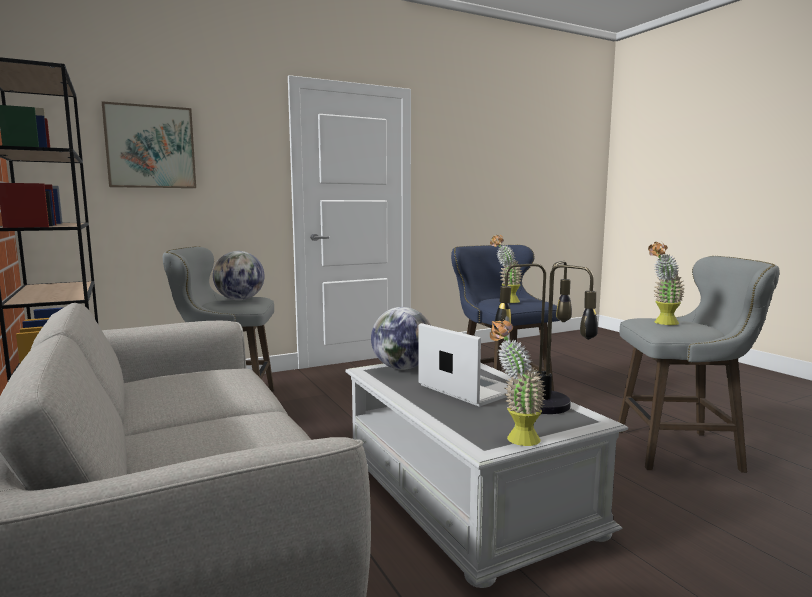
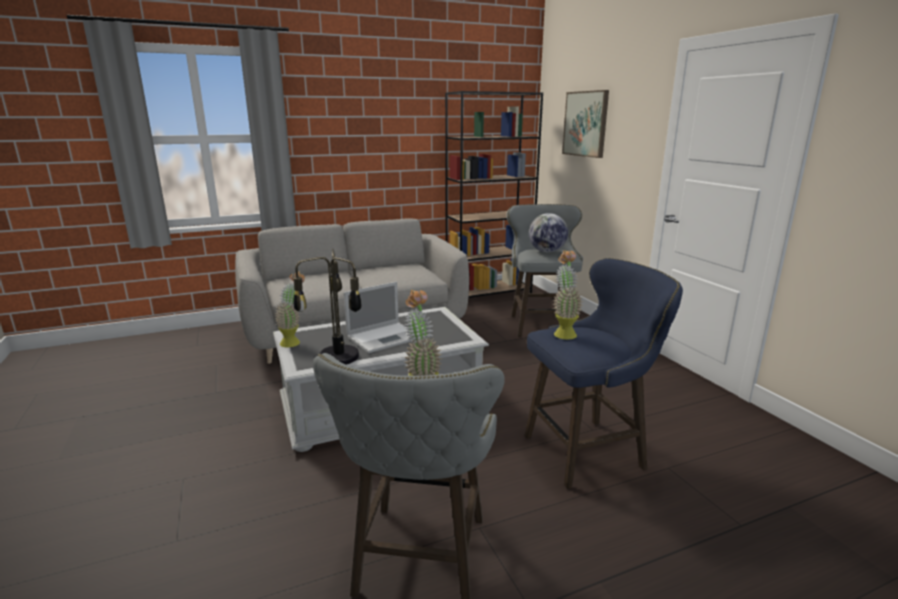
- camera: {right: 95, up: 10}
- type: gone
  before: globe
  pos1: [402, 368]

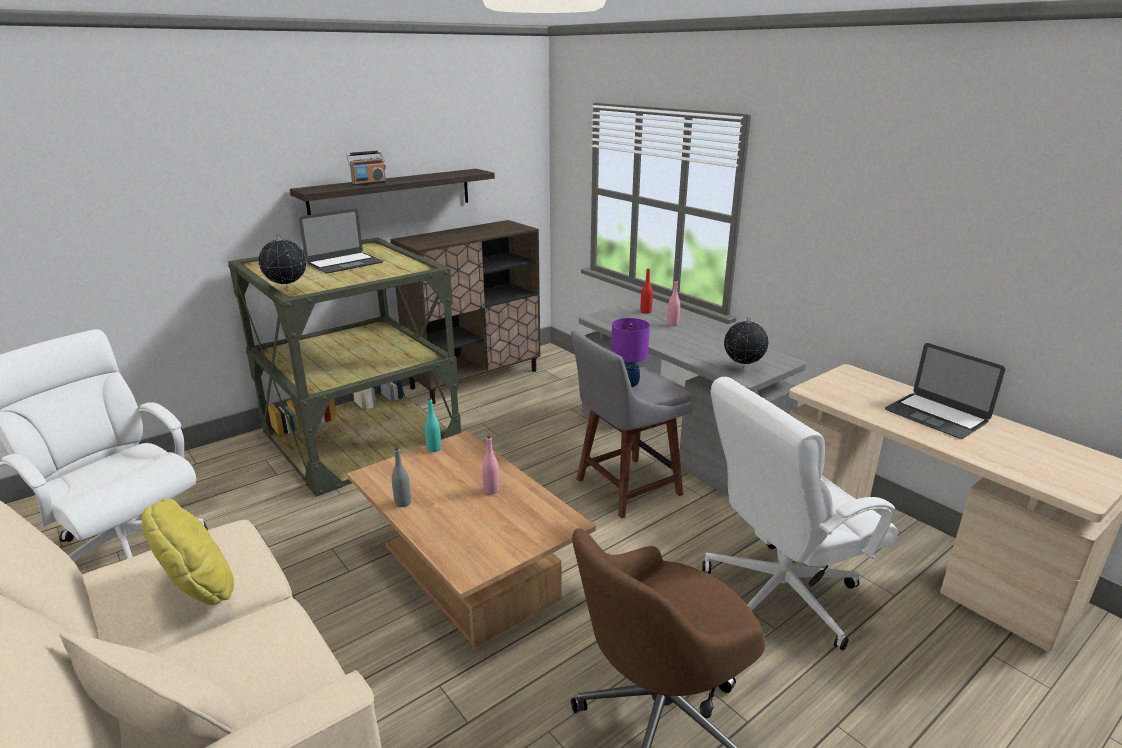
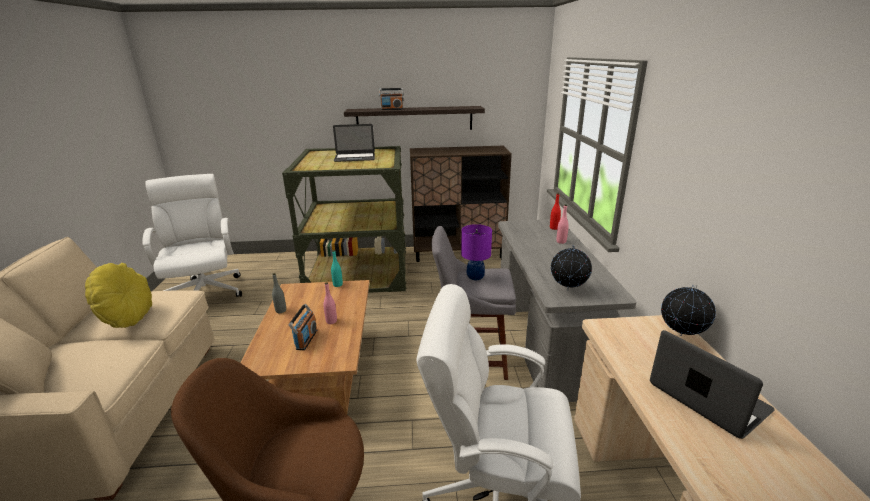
- camera: {right: 35, up: 0}
- type: new
  after: radio
  pos2: [306, 339]
- type: rotated
  before: notebook computer
  pos1: [936, 415]
  pos2: [708, 397]
  turn: 150
- type: shifted
  before: globe
  pos1: [287, 289]
  pos2: [681, 336]

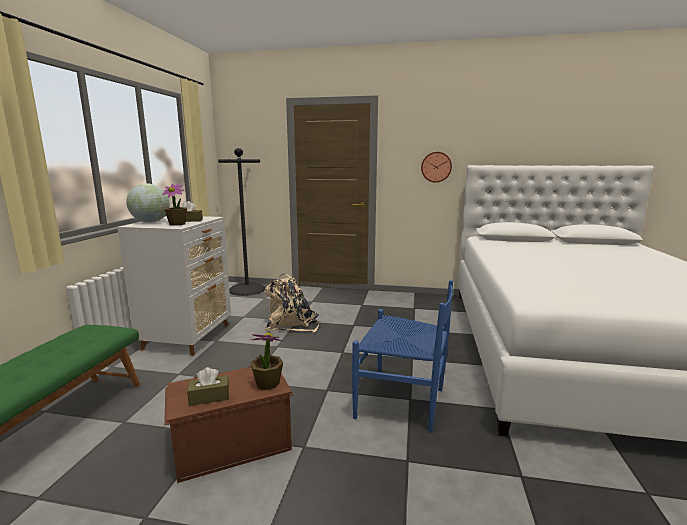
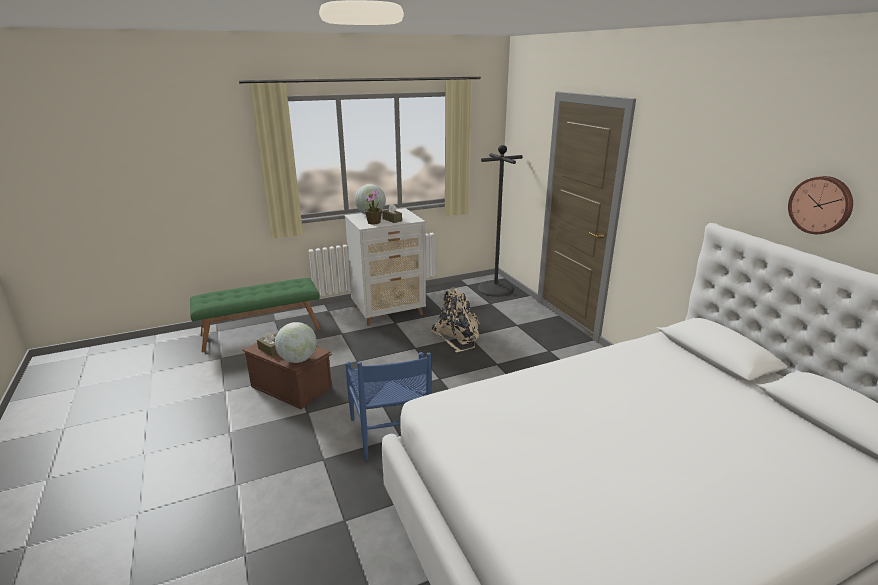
- camera: {right: 55, up: 10}
- type: swapped
  before: potted plant
  after: globe
  pos1: [267, 383]
  pos2: [298, 360]
- type: shifted
  before: hanging clock
  pos1: [436, 167]
  pos2: [821, 205]

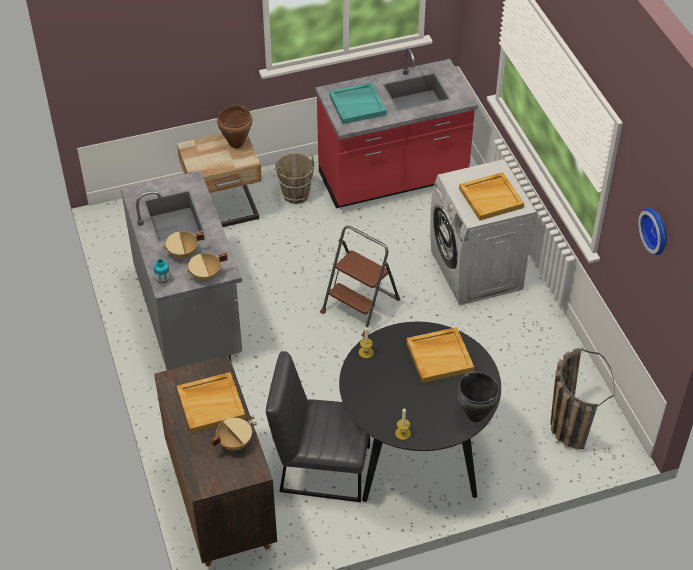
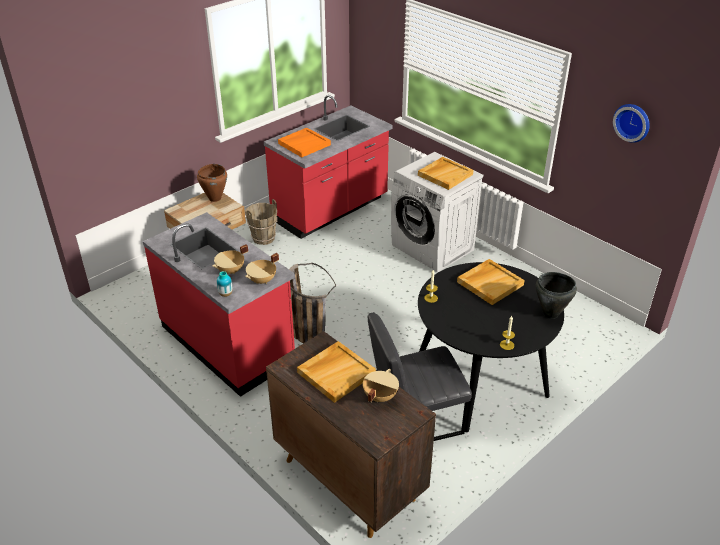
- camera: {right: -25, up: -10}
- type: repainted
  before: kitchen counter in gray
  after: kitchen counter in red
  pos1: [190, 314]
  pos2: [228, 343]
- type: repainted
  before: tray in turquoise-coloured
  after: tray in orange-coloured
  pos1: [357, 105]
  pos2: [304, 144]
- type: shifted
  before: basket
  pos1: [567, 420]
  pos2: [304, 328]
- type: gone
  before: step ladder in brown
  pos1: [362, 304]

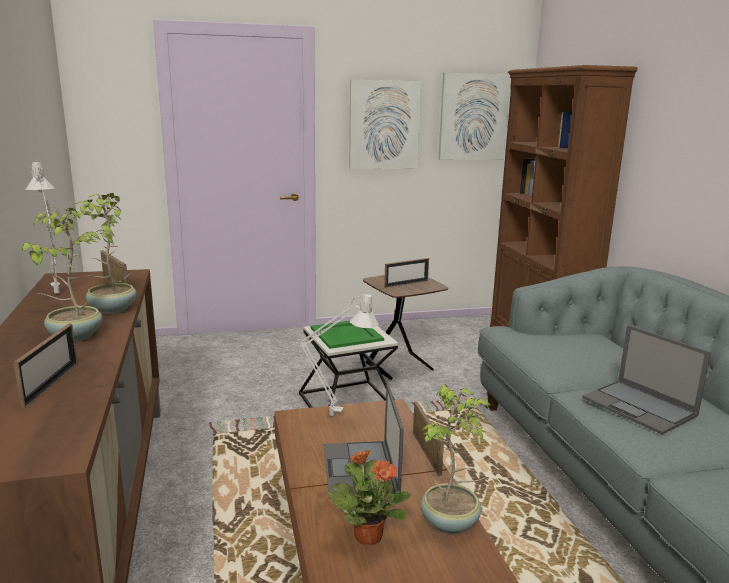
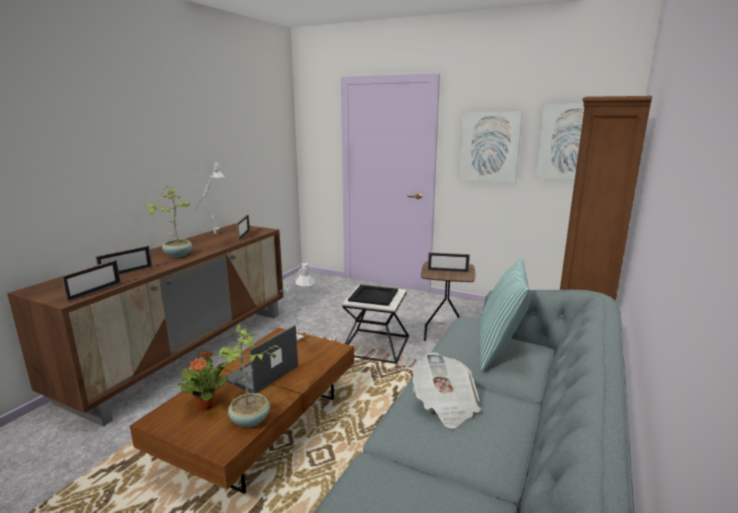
- camera: {right: 40, up: 0}
- type: shifted
  before: standing frame
  pos1: [426, 453]
  pos2: [94, 291]
- type: repainted
  before: tray in green
  after: tray in blackish
  pos1: [346, 334]
  pos2: [374, 295]
- type: swapped
  before: notebook computer
  after: daily paper
  pos1: [640, 407]
  pos2: [444, 405]
- type: new
  after: cushion
  pos2: [499, 349]
- type: gone
  before: potted plant
  pos1: [111, 310]

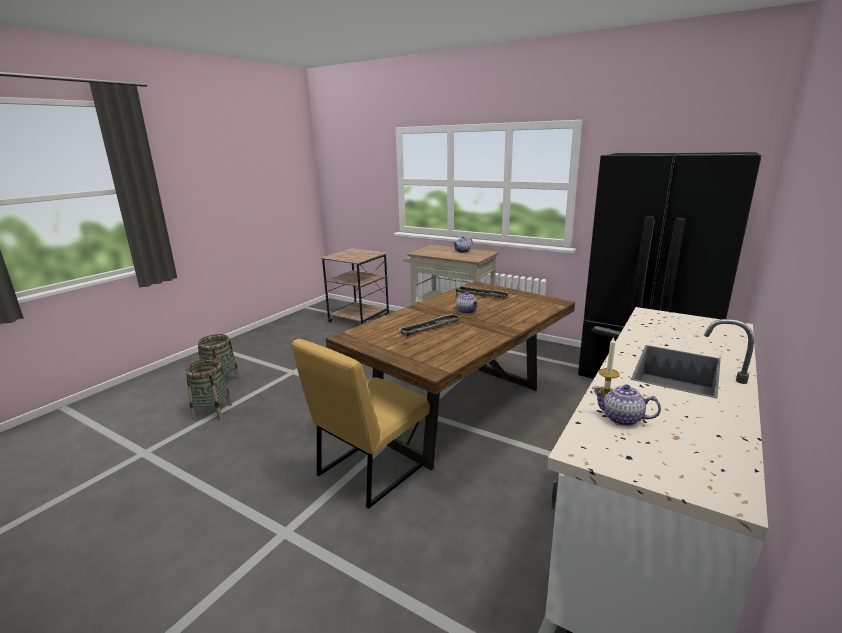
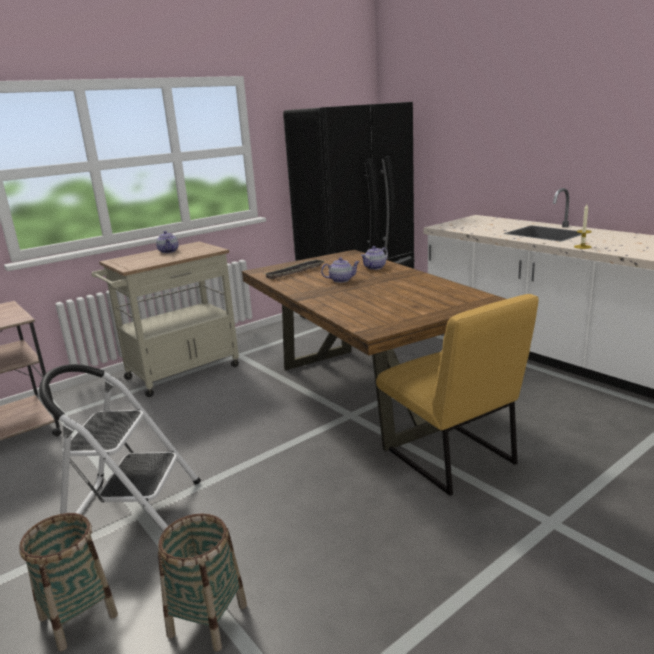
- camera: {right: -70, up: 0}
- type: new
  after: step ladder
  pos2: [129, 509]
- type: shifted
  before: pot for tea
  pos1: [621, 418]
  pos2: [375, 267]
- type: gone
  before: tray
  pos1: [430, 328]

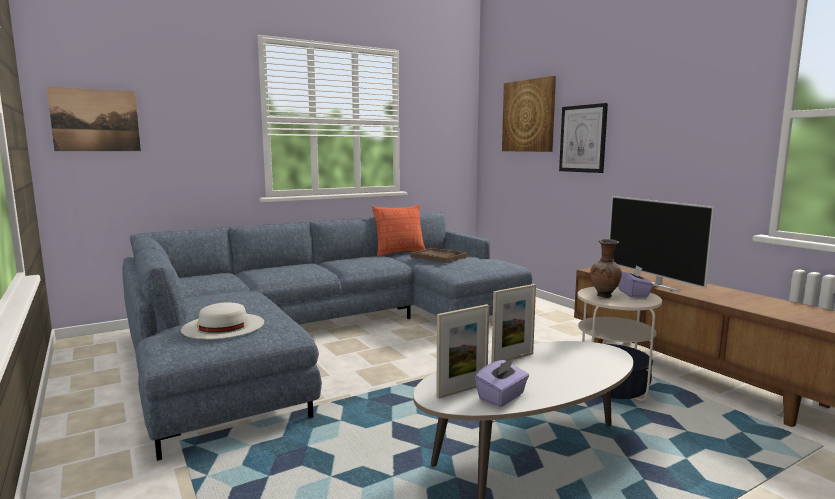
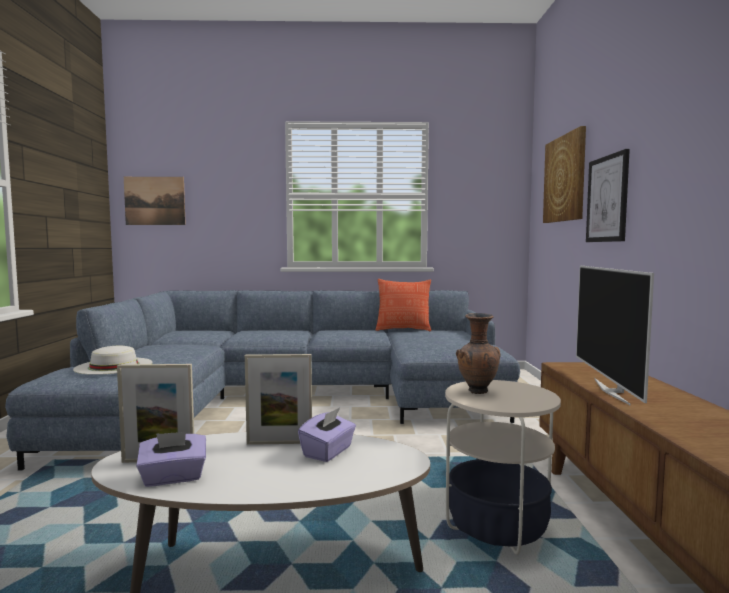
- camera: {right: 30, up: -5}
- type: shifted
  before: tissue box in purple-coloured
  pos1: [633, 293]
  pos2: [328, 452]
- type: gone
  before: tray in brown
  pos1: [438, 257]

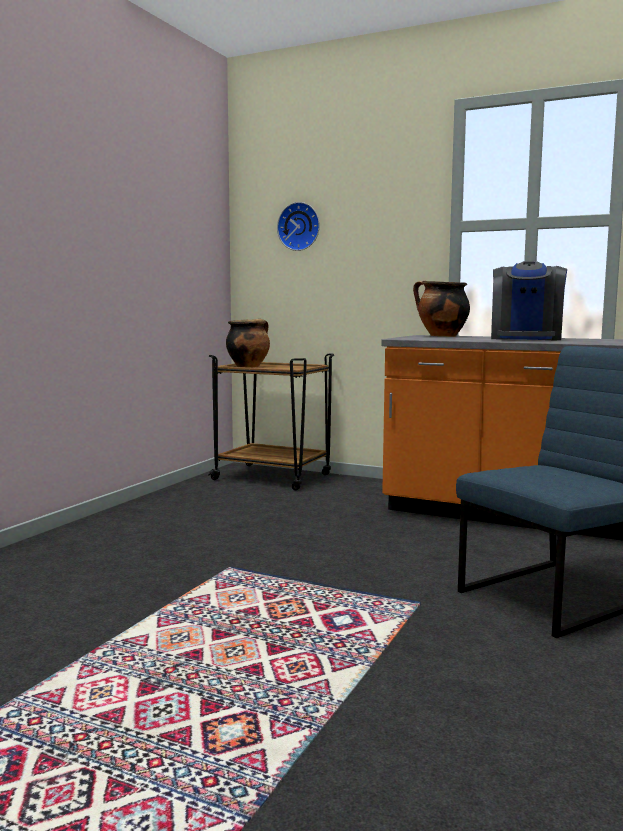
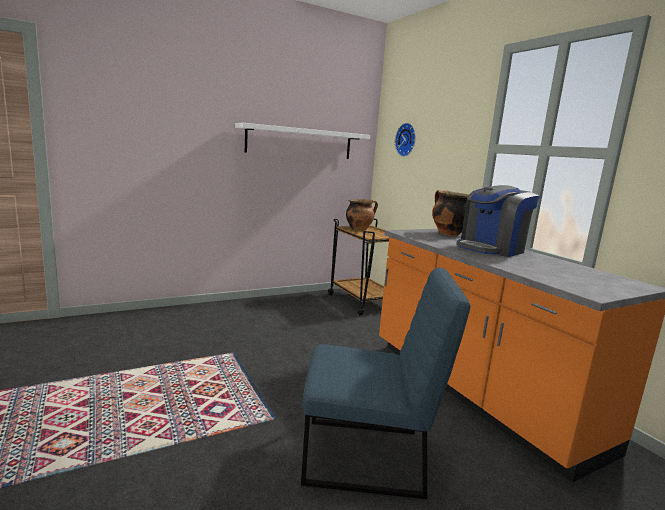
- camera: {right: 35, up: 5}
- type: new
  after: wall shelf in white
  pos2: [300, 142]

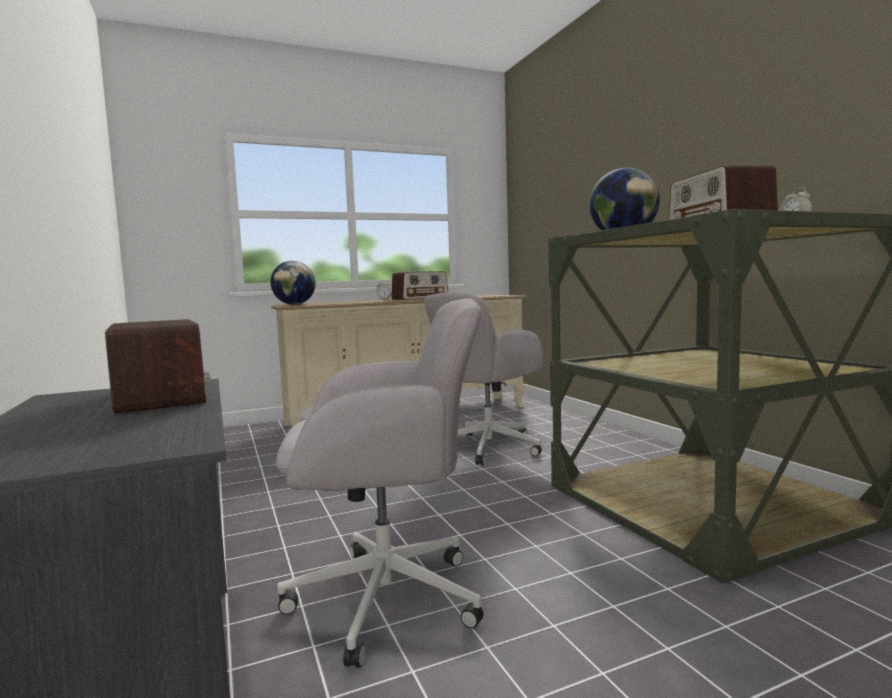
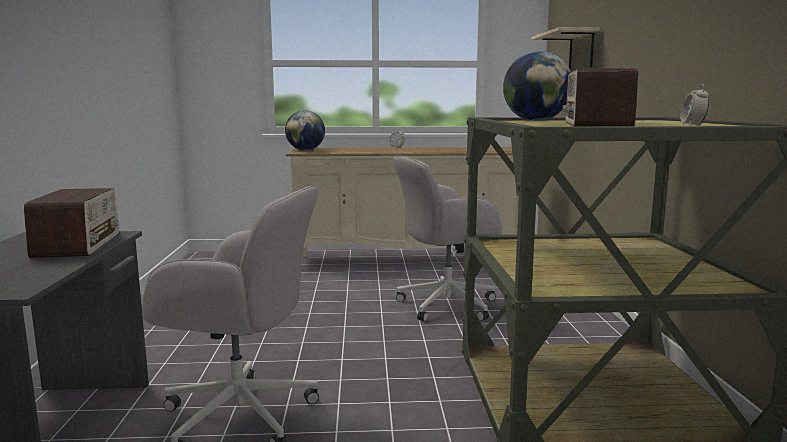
- camera: {right: 20, up: 5}
- type: new
  after: wall shelf
  pos2: [581, 50]
- type: gone
  before: radio
  pos1: [420, 298]

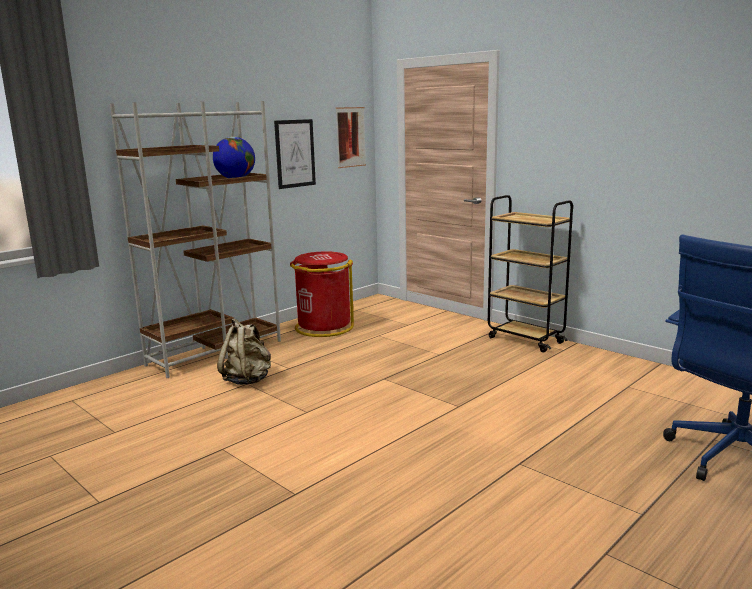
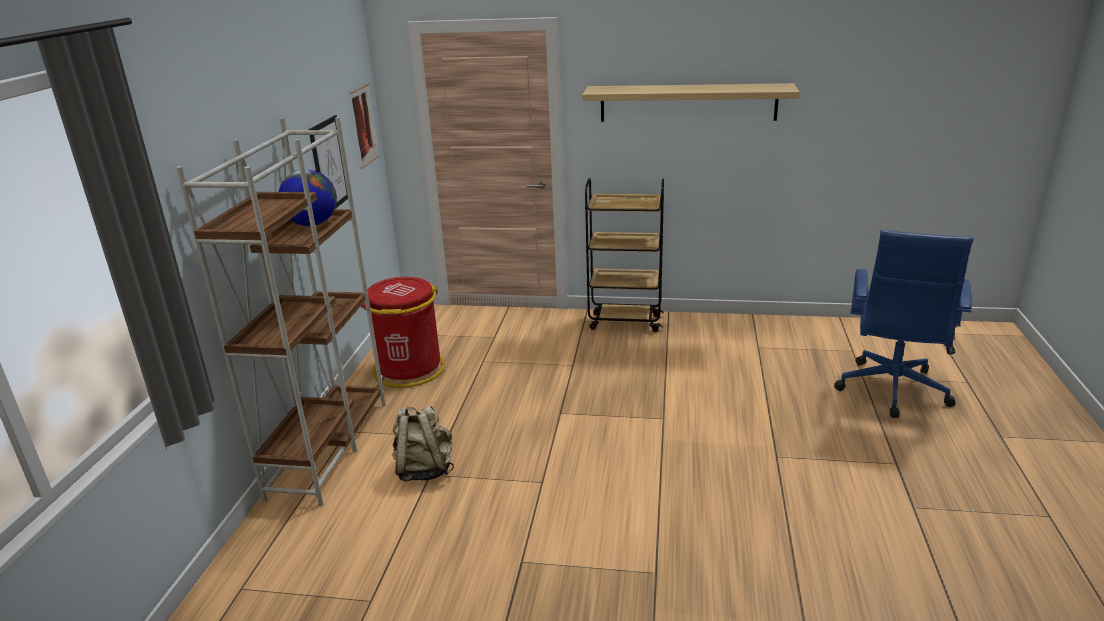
- camera: {right: -35, up: 10}
- type: new
  after: wall shelf
  pos2: [688, 103]

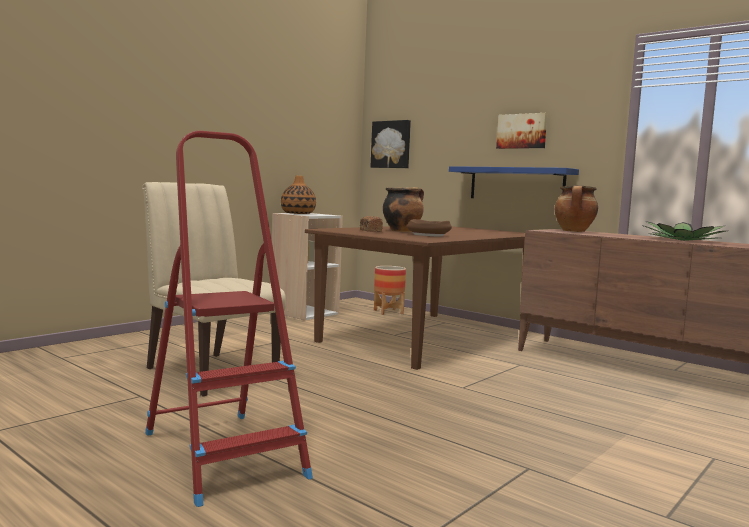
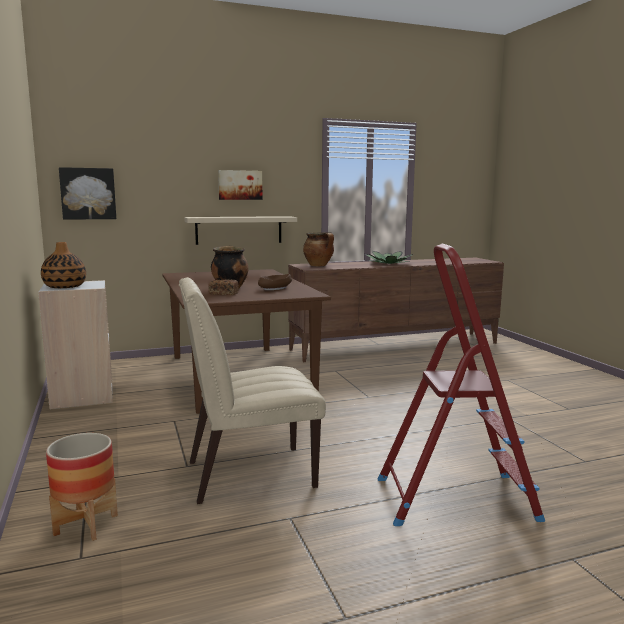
- camera: {right: -60, up: 5}
- type: shifted
  before: plant pot
  pos1: [388, 312]
  pos2: [86, 525]
- type: repainted
  before: wall shelf in blue-coloured
  after: wall shelf in beige
  pos1: [516, 184]
  pos2: [239, 230]

